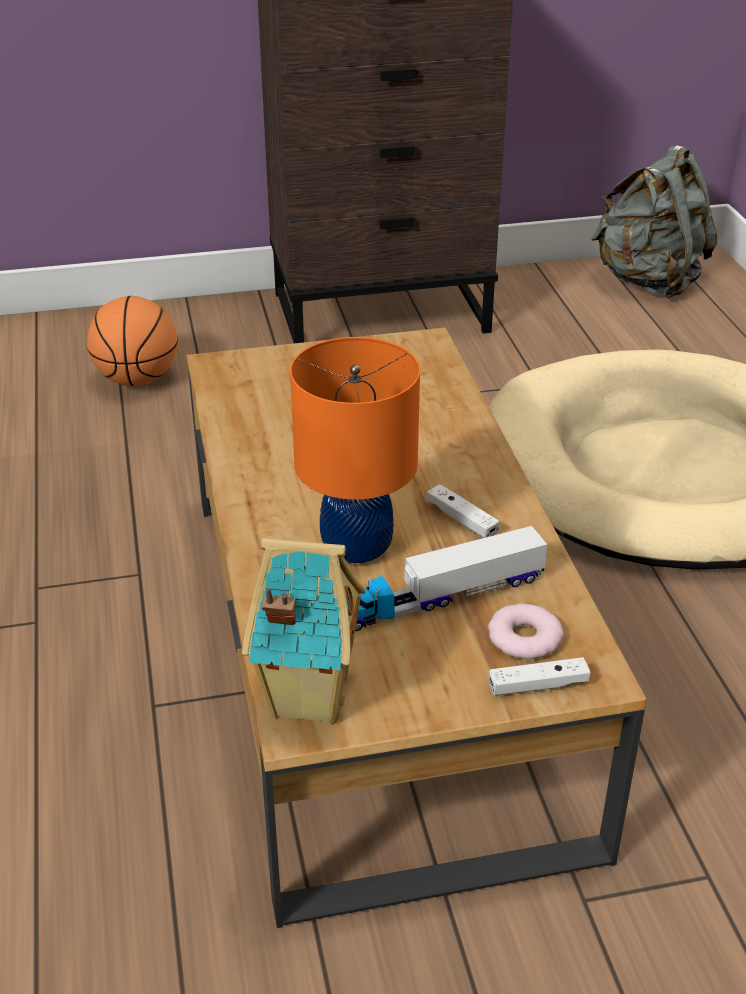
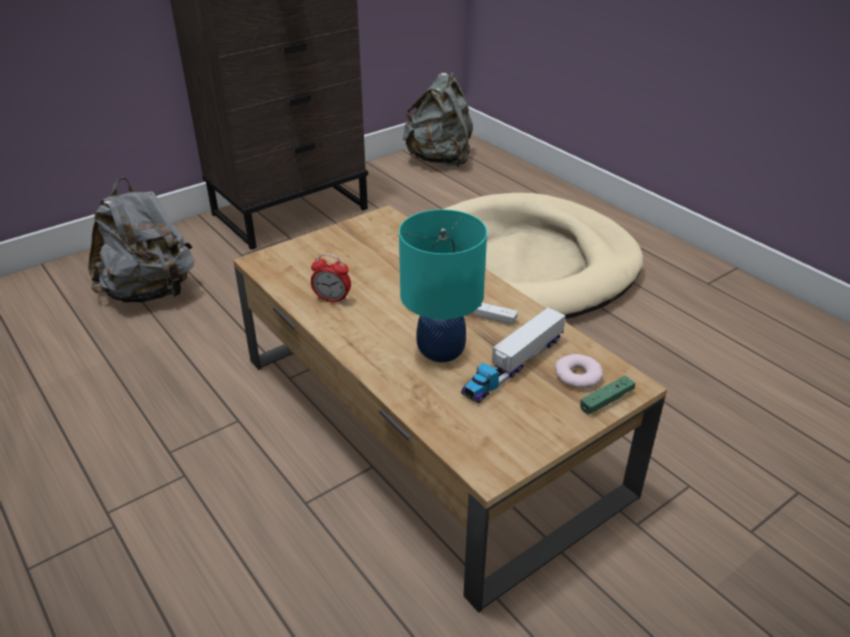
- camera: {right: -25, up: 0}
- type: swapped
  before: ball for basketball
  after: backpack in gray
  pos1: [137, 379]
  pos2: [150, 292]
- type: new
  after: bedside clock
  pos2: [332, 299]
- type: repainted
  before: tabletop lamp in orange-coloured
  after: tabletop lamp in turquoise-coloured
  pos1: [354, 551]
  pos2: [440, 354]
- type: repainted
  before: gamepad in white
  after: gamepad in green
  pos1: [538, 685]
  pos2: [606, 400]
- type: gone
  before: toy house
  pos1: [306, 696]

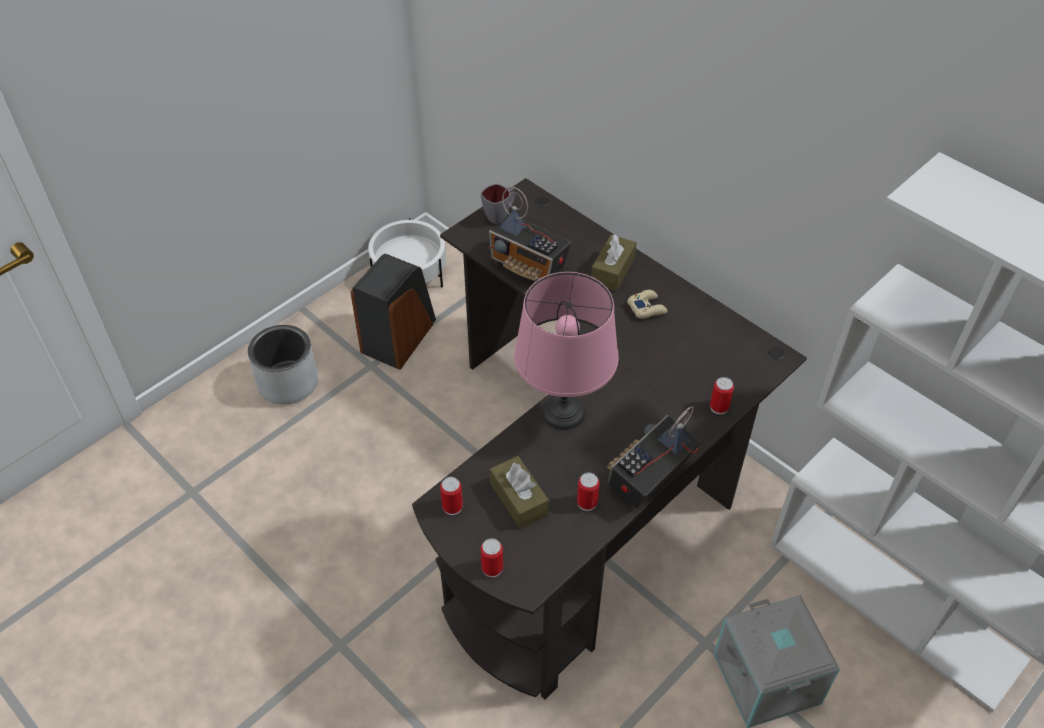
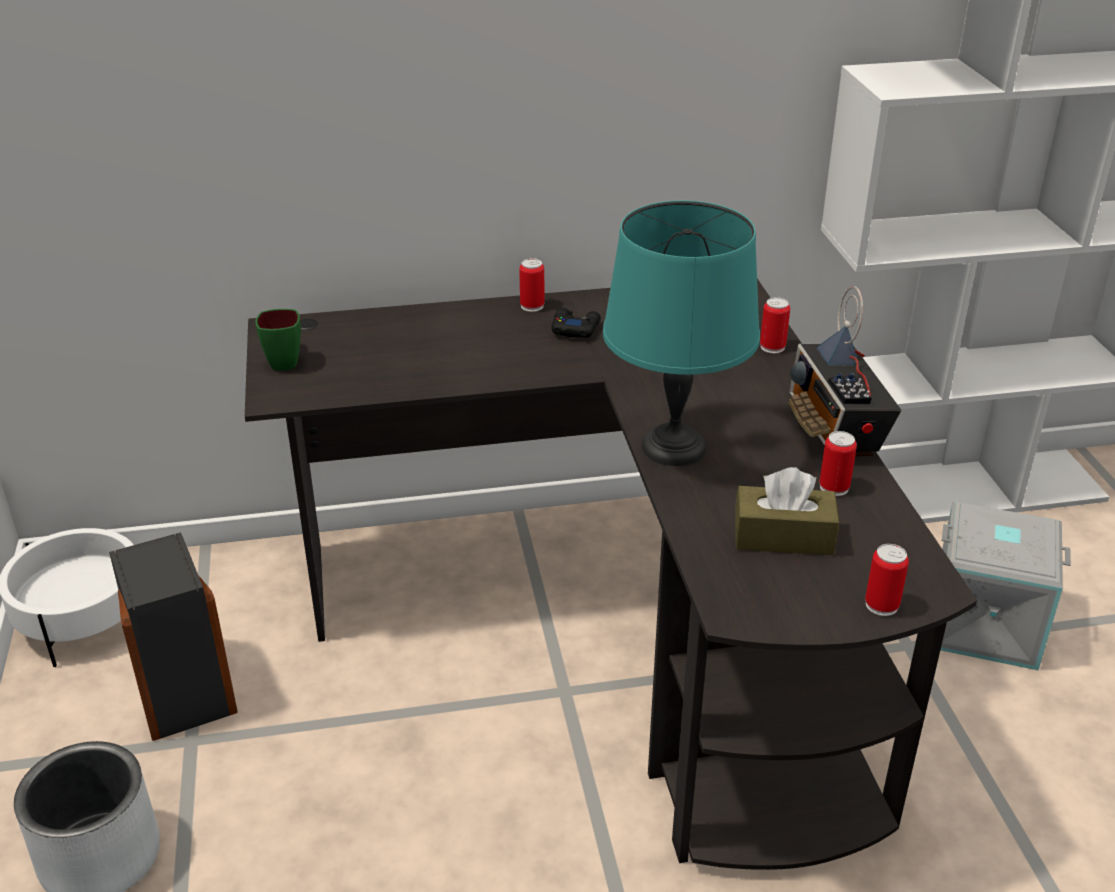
- camera: {right: -55, up: -15}
- type: repainted
  before: mug in gray
  after: mug in green
  pos1: [500, 215]
  pos2: [284, 360]
- type: shifted
  before: can
  pos1: [452, 507]
  pos2: [532, 306]
- type: repainted
  before: gamepad in beige
  after: gamepad in blackish
  pos1: [647, 308]
  pos2: [575, 329]
- type: repainted
  before: tabletop lamp in pink-coloured
  after: tabletop lamp in turquoise-coloured
  pos1: [562, 412]
  pos2: [672, 448]
- type: gone
  before: radio
  pos1: [528, 266]
- type: gone
  before: tissue box in brown
  pos1: [612, 270]

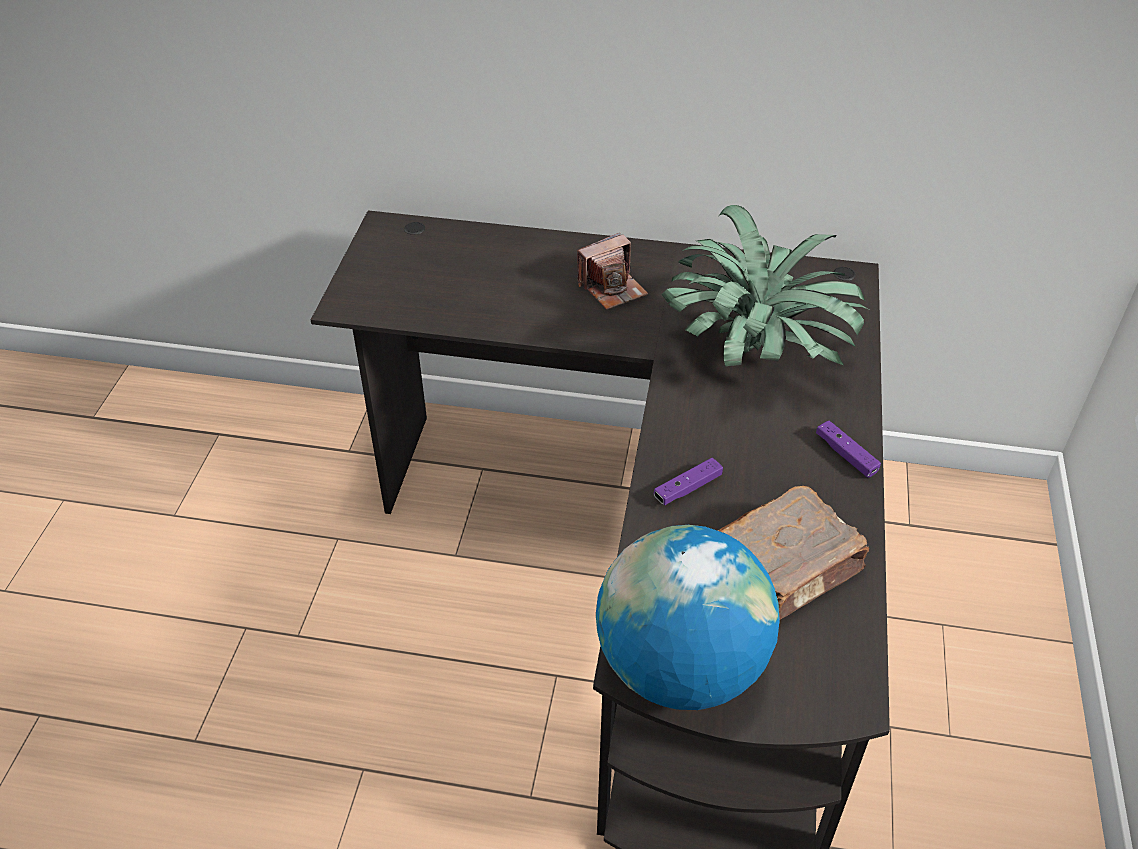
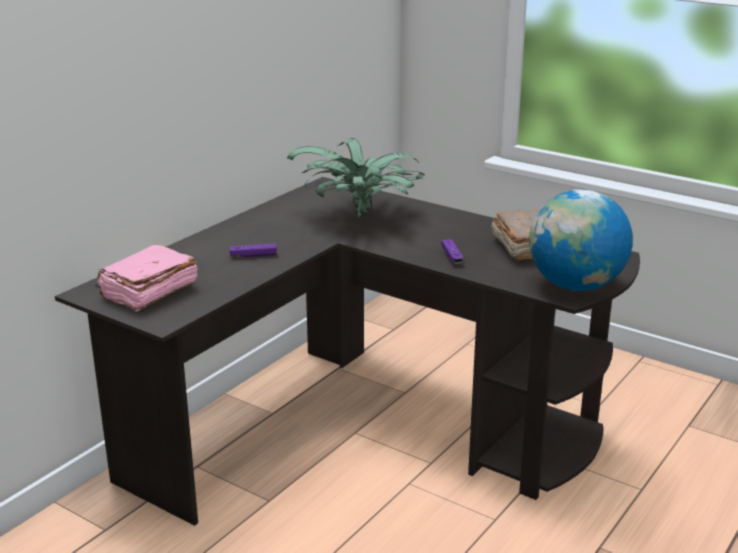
- camera: {right: -65, up: -20}
- type: new
  after: book in pink-coloured
  pos2: [148, 292]
- type: shifted
  before: gamepad in purple-coloured
  pos1: [846, 455]
  pos2: [253, 255]
- type: gone
  before: still camera
  pos1: [612, 288]

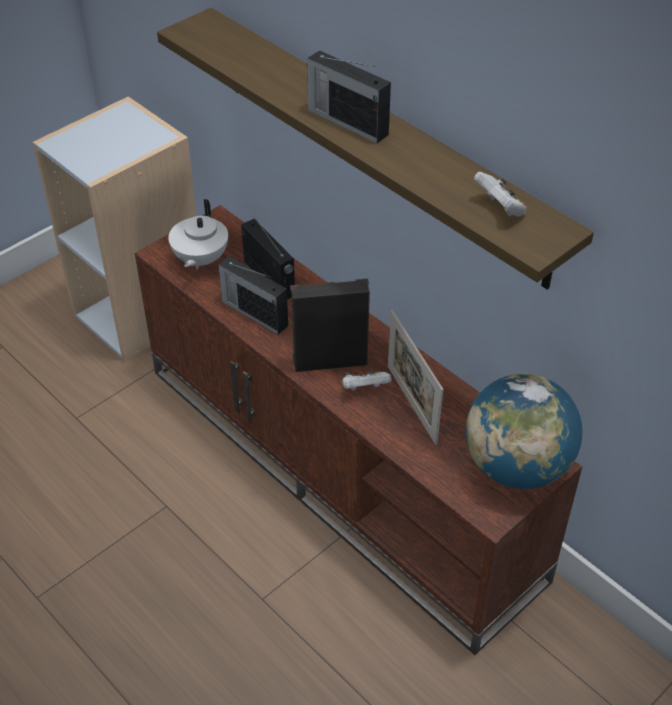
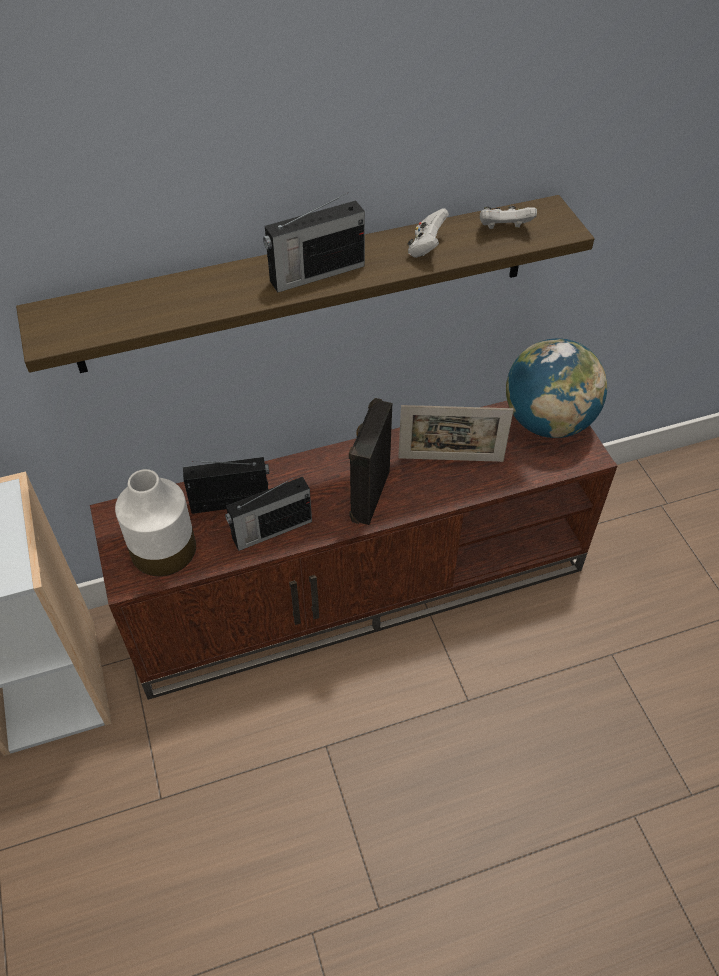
- camera: {right: -65, up: 5}
- type: swapped
  before: pot for tea in white
  after: flower vase in white
  pos1: [200, 260]
  pos2: [163, 549]
- type: shifted
  before: gamepad in white
  pos1: [365, 389]
  pos2: [426, 248]

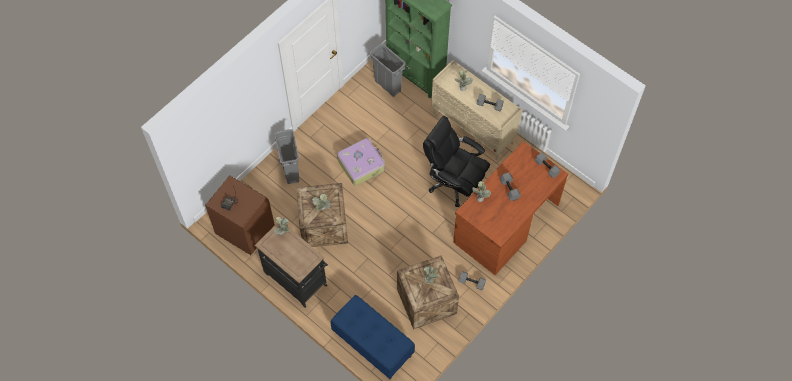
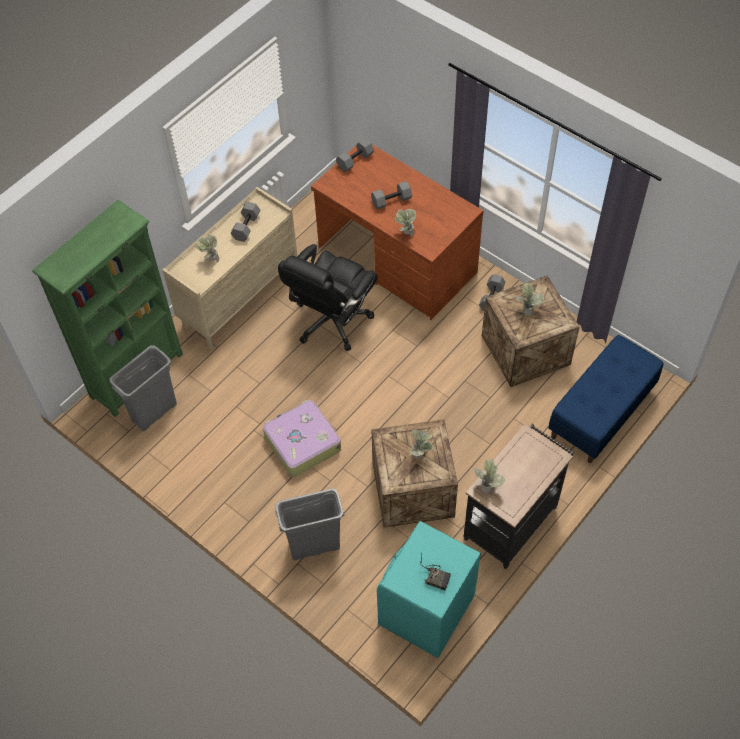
- camera: {right: -90, up: -5}
- type: repainted
  before: laundry machine in brown
  after: laundry machine in turquoise-coloured
  pos1: [245, 228]
  pos2: [424, 609]

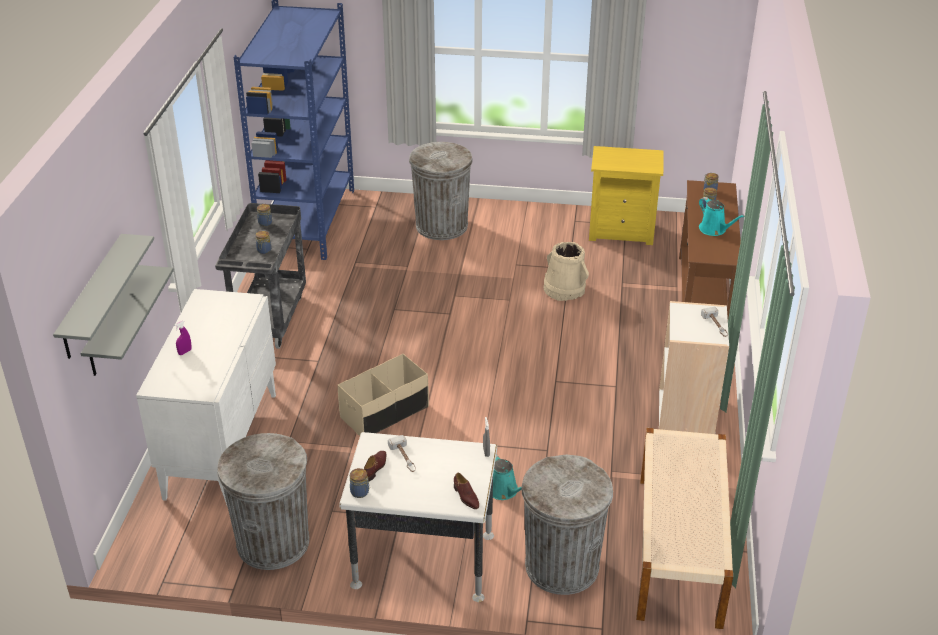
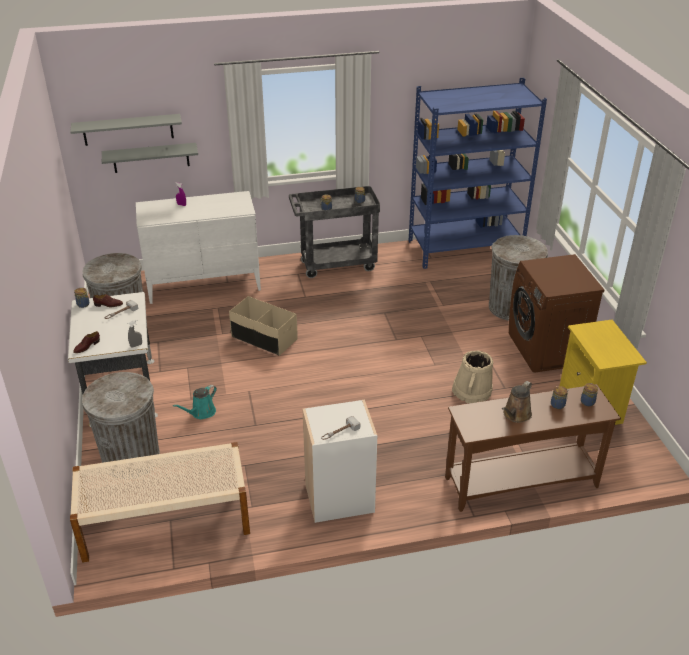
- camera: {right: 70, up: 0}
- type: repainted
  before: watering pot in turquoise-coloured
  after: watering pot in brown
  pos1: [714, 230]
  pos2: [516, 415]
- type: new
  after: laundry machine in brown
  pos2: [546, 350]

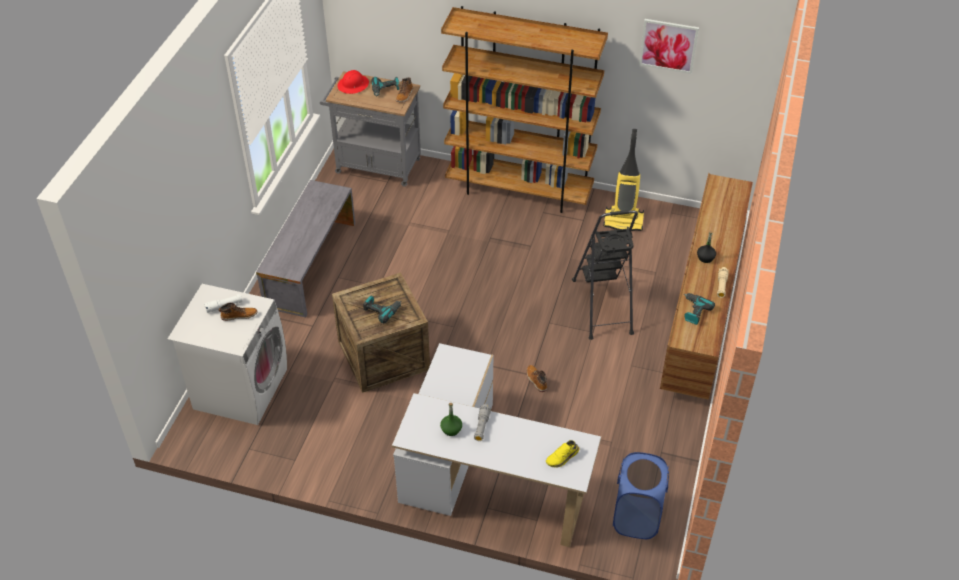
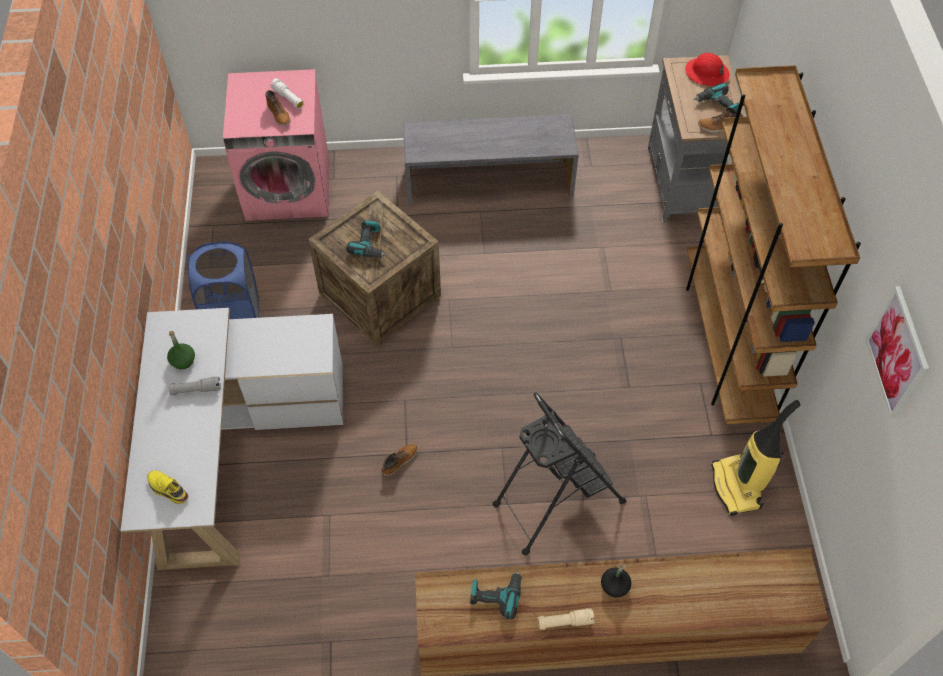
- camera: {right: 70, up: 10}
- type: shifted
  before: washing basket in blue-coloured
  pos1: [636, 517]
  pos2: [233, 313]
- type: repainted
  before: laundry machine in white
  after: laundry machine in pink-coloured
  pos1: [240, 387]
  pos2: [289, 187]

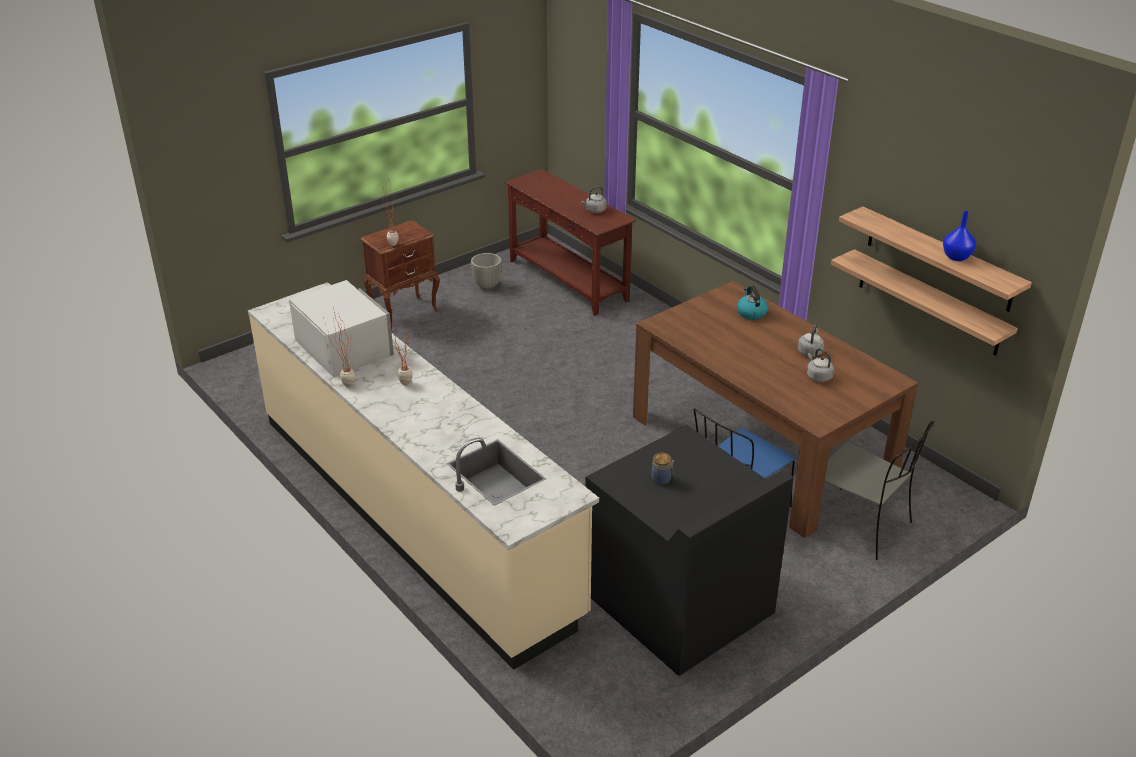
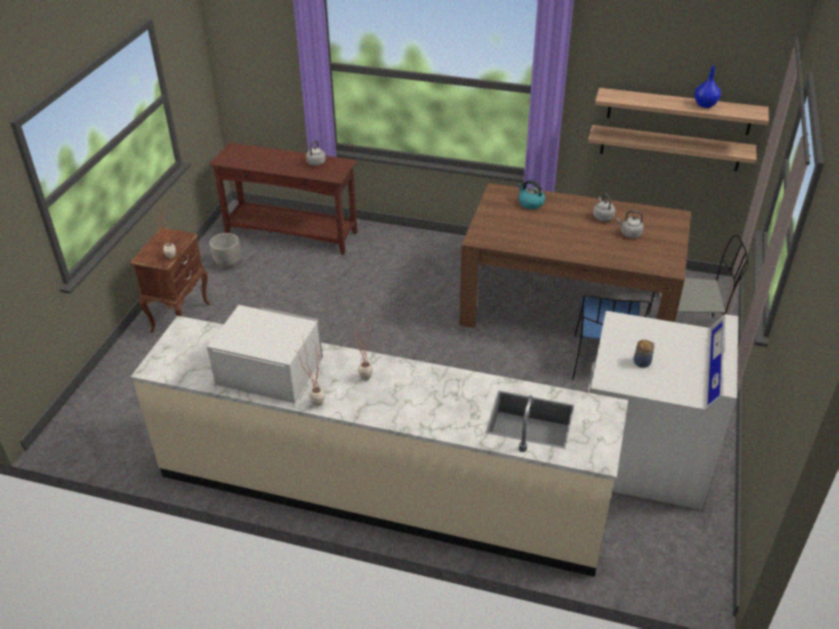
- camera: {right: -35, up: 5}
- type: repainted
  before: laundry machine in blackish
  after: laundry machine in white
  pos1: [677, 602]
  pos2: [642, 455]

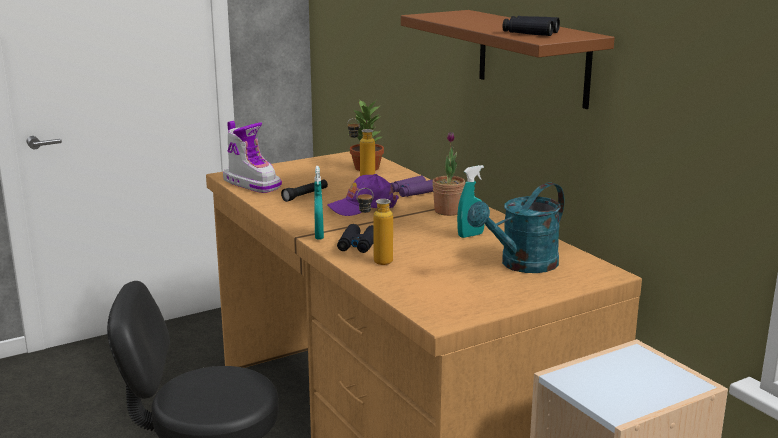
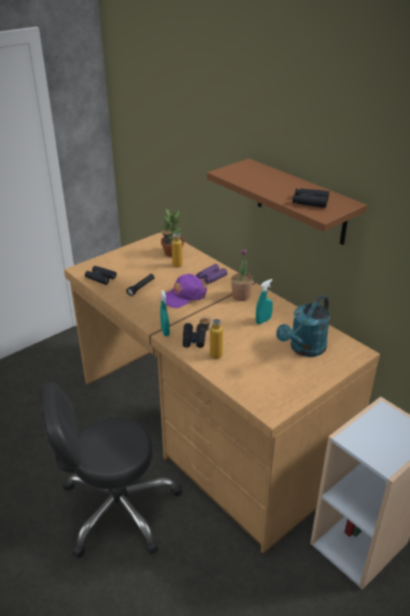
- camera: {right: -10, up: 15}
- type: swapped
  before: tall boot
  after: binoculars in blackish
  pos1: [252, 184]
  pos2: [100, 278]

